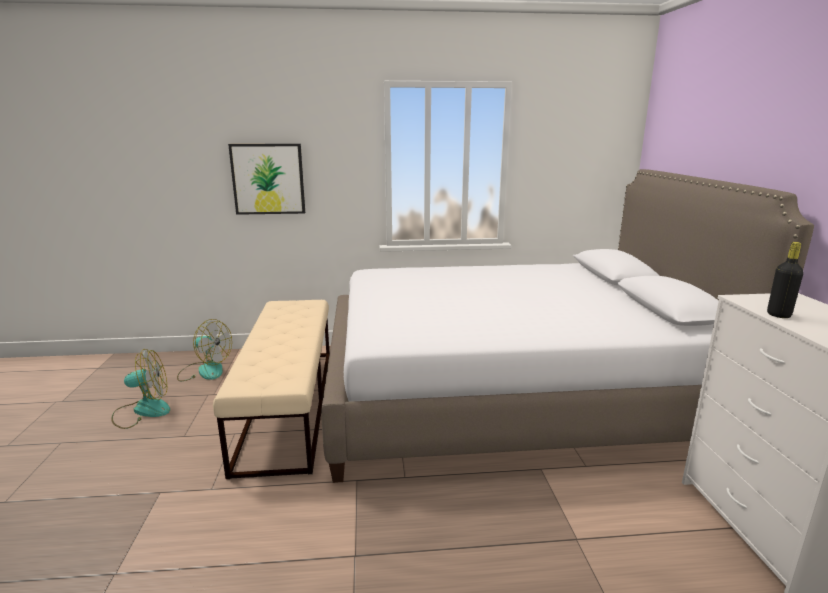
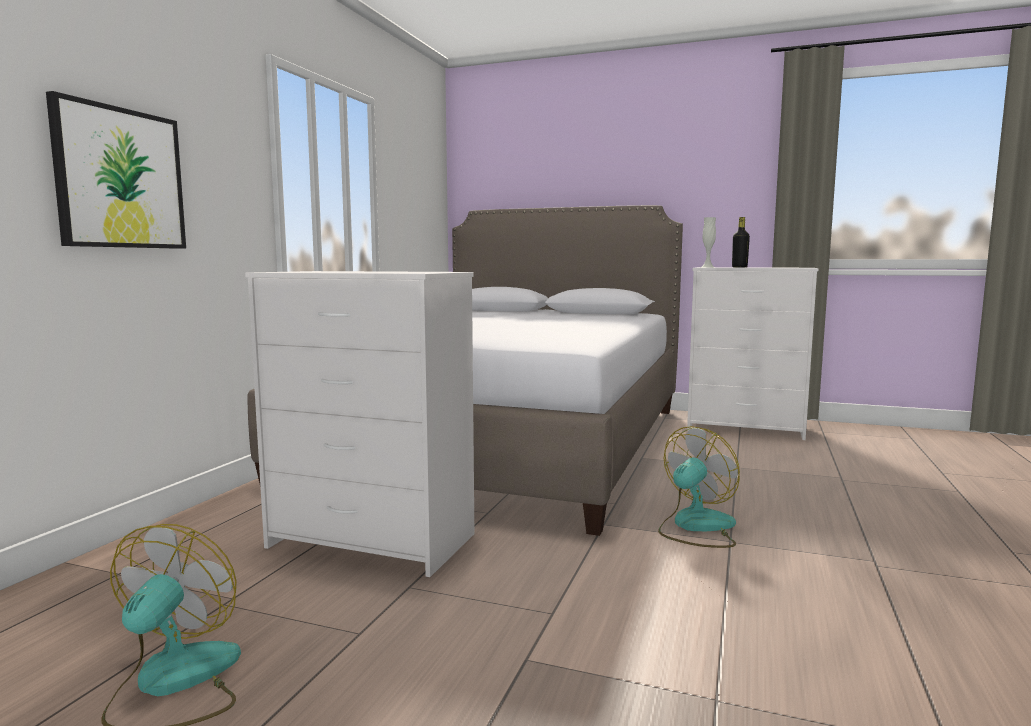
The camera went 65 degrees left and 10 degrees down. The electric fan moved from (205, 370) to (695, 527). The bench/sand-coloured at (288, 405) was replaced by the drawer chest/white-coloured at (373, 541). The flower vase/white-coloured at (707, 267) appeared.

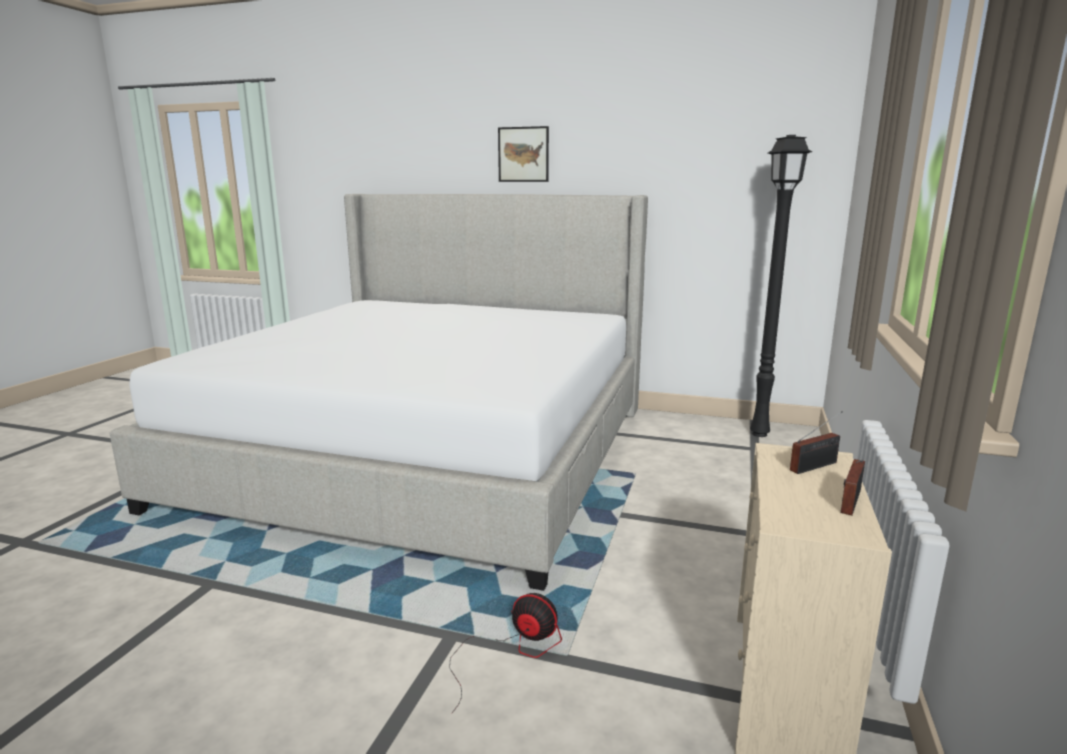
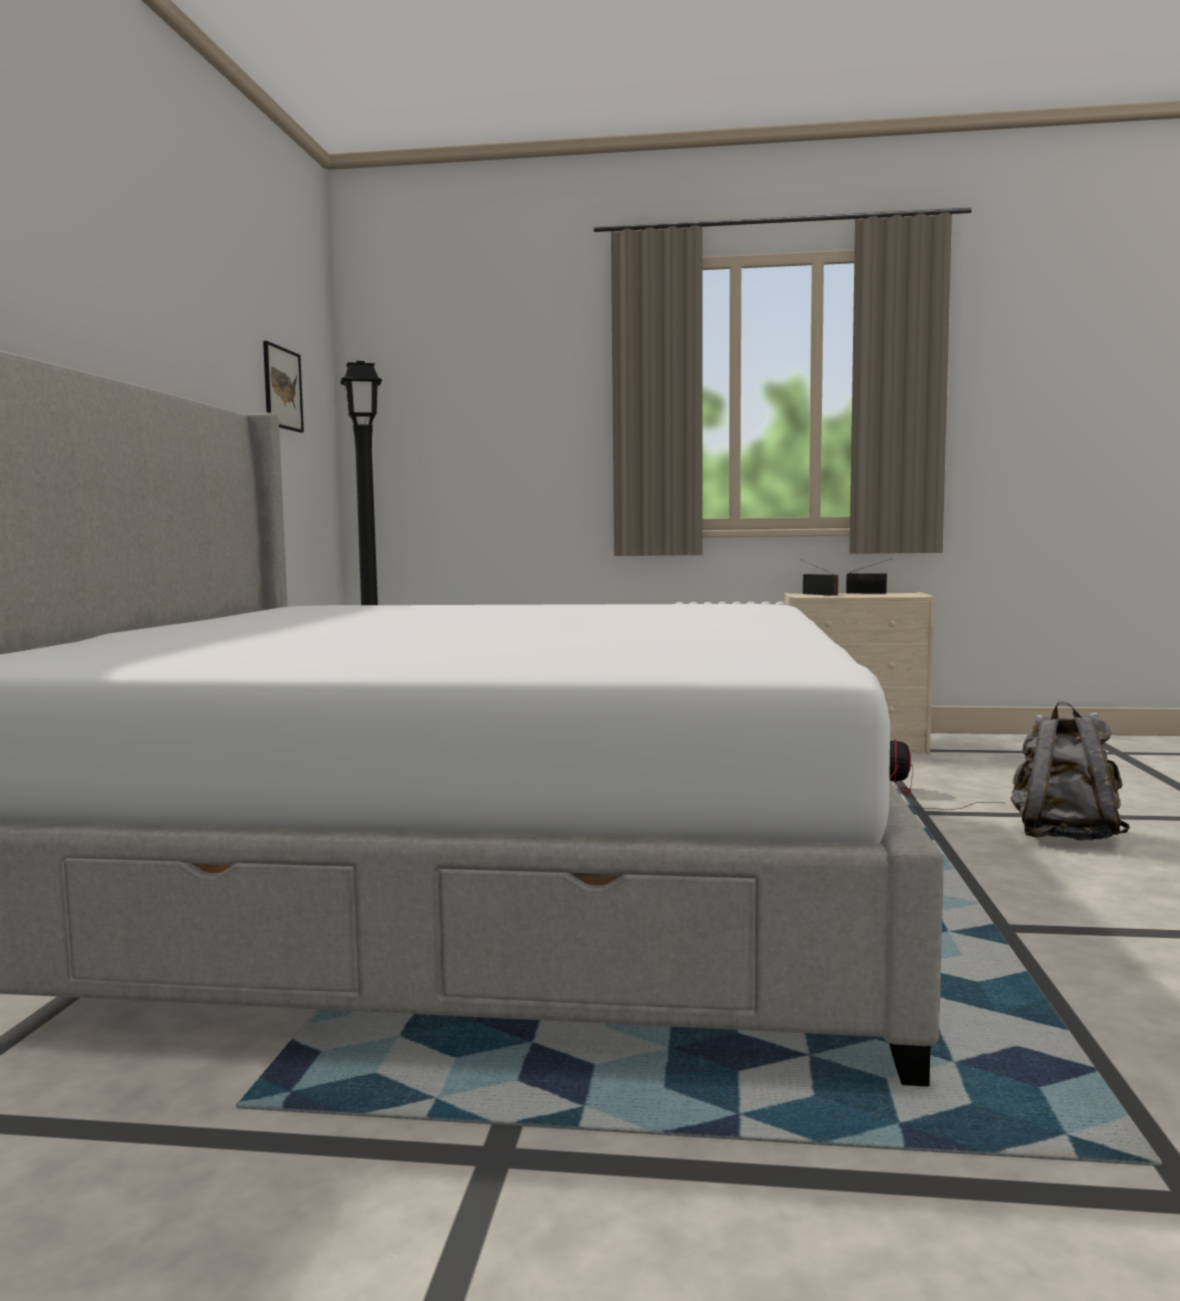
The camera went 100 degrees left and 10 degrees down. The picture moved from (523, 154) to (282, 388). The knapsack/gray at (1064, 836) appeared.

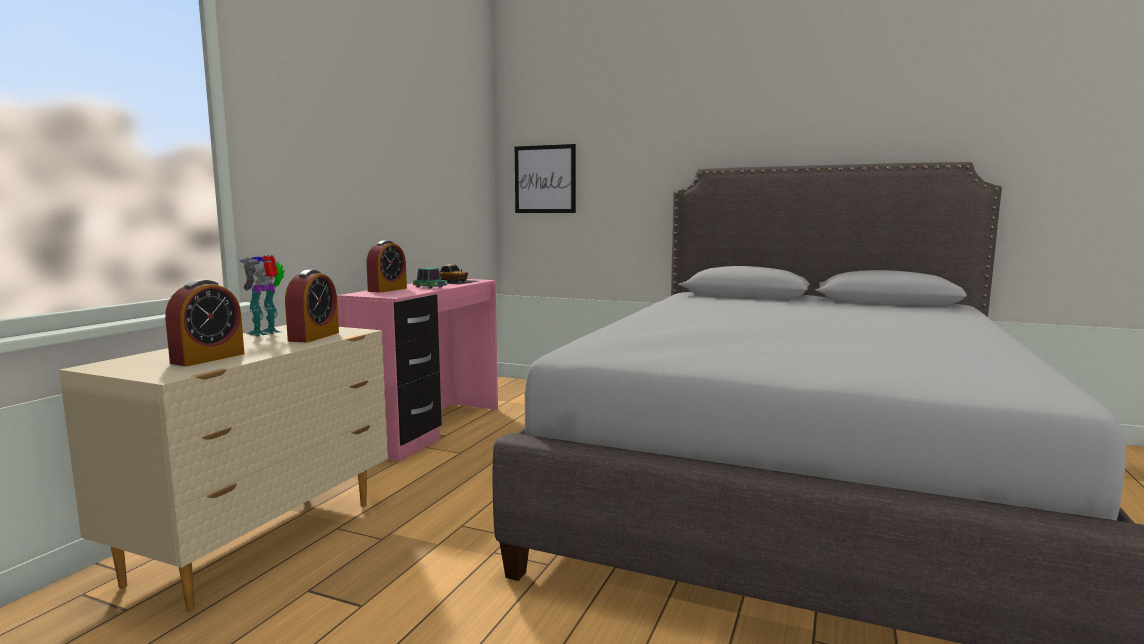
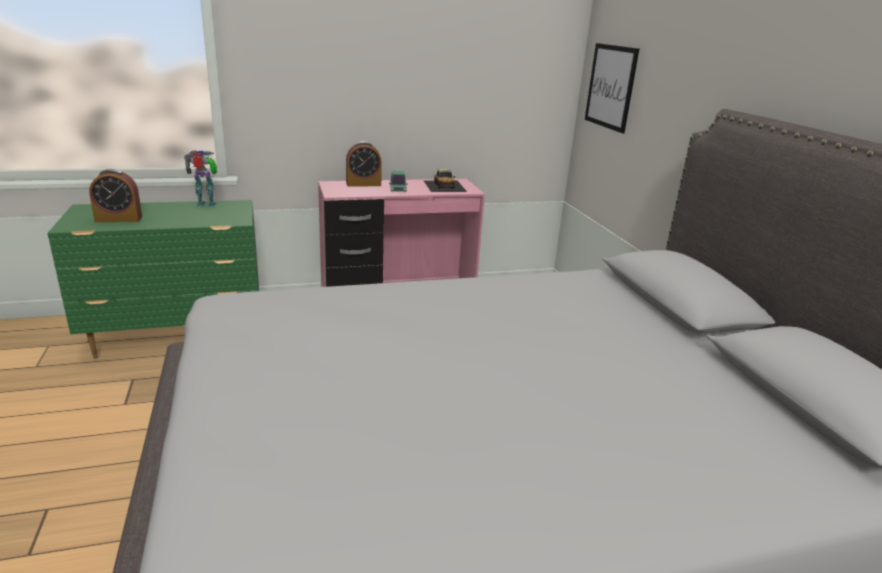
The camera went 50 degrees right and 15 degrees up. The drawer chest/sand-coloured at (262, 541) became the drawer chest/greenish at (179, 338). The table clock at (314, 336) disappeared.

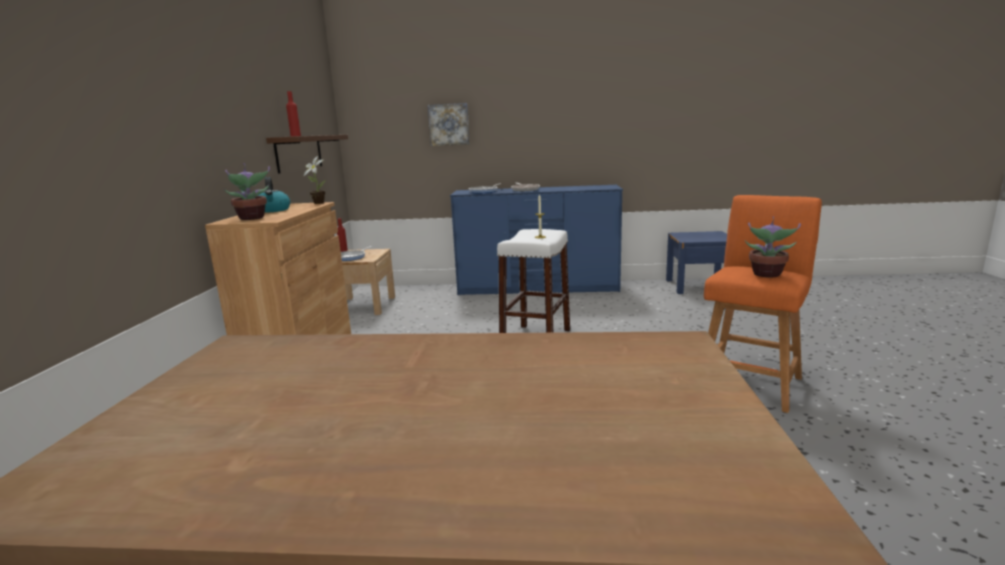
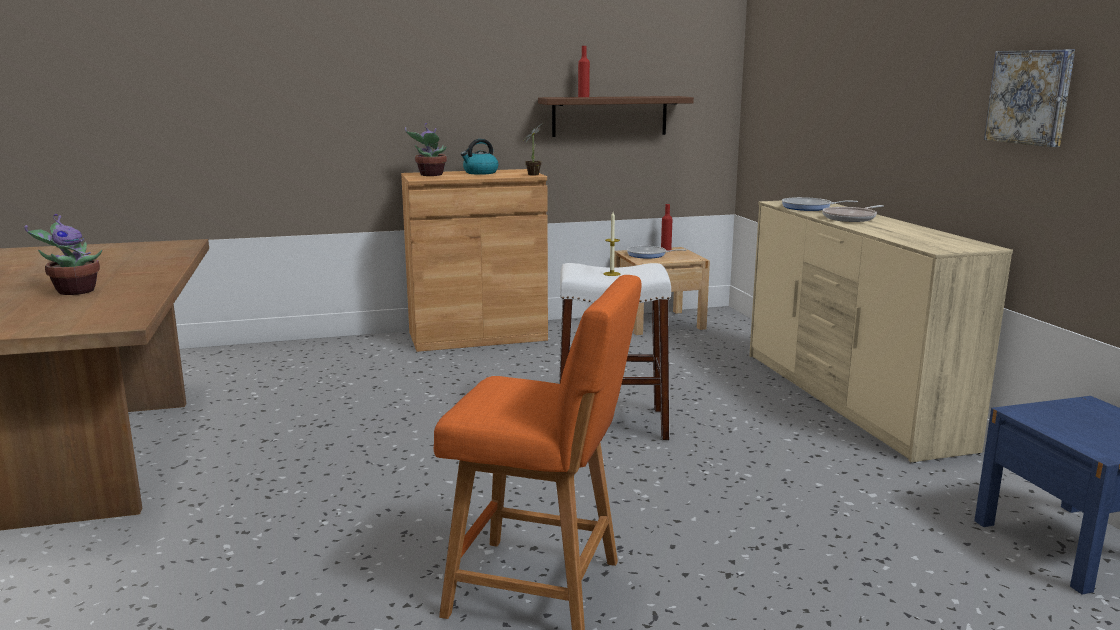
The camera went 70 degrees right and 0 degrees up. The picture moved from (449, 124) to (1031, 97). The drawer chest/bluish at (538, 288) became the drawer chest/sand-coloured at (848, 398). The houseplant moved from (766, 275) to (74, 291).

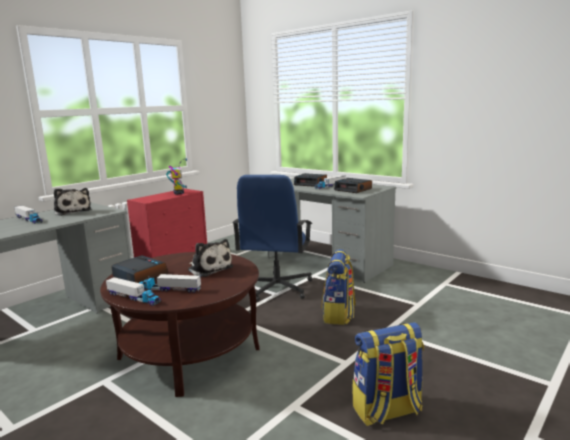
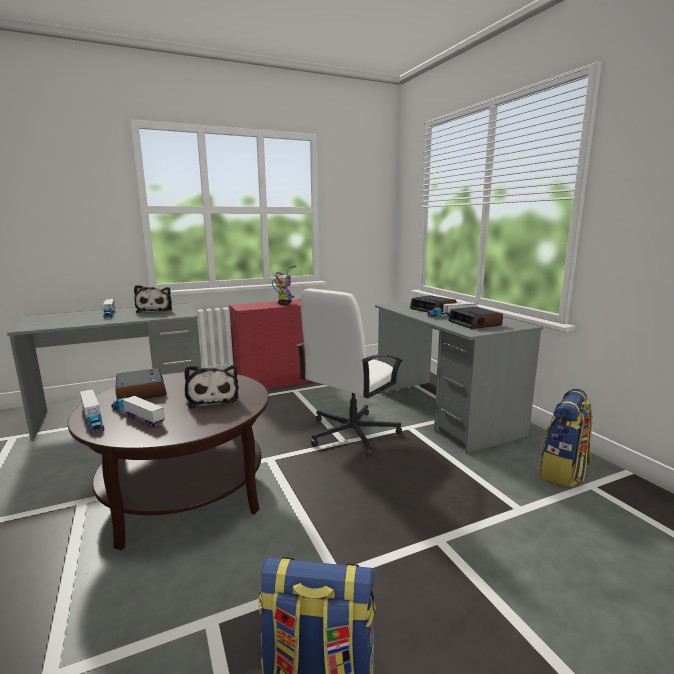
The camera went 25 degrees right and 0 degrees up. The computer chair/bluish at (276, 288) became the computer chair/white-coloured at (351, 433). The knapsack moved from (339, 315) to (563, 472).

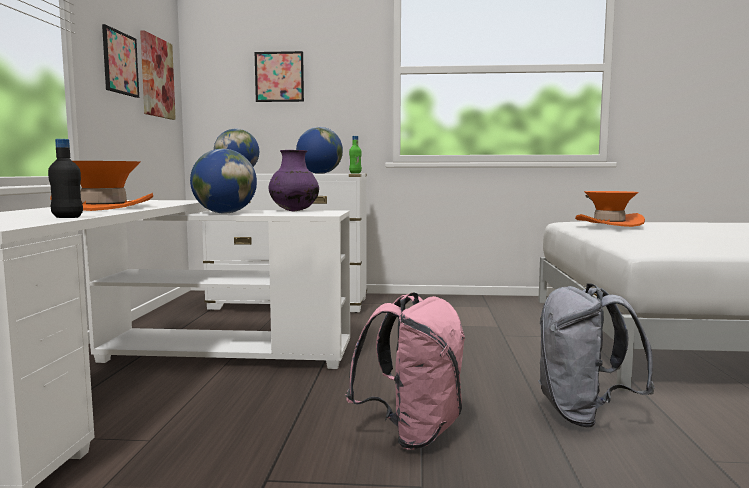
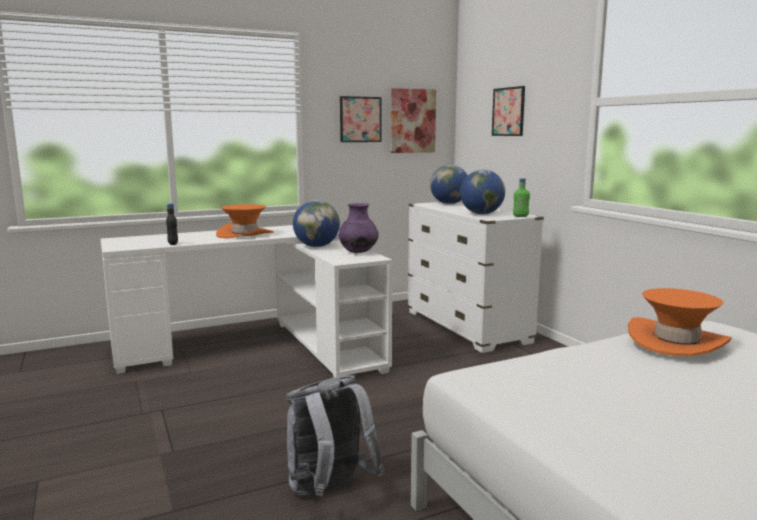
The camera went 60 degrees right and 5 degrees up. The knapsack/pink-coloured at (412, 433) disappeared.

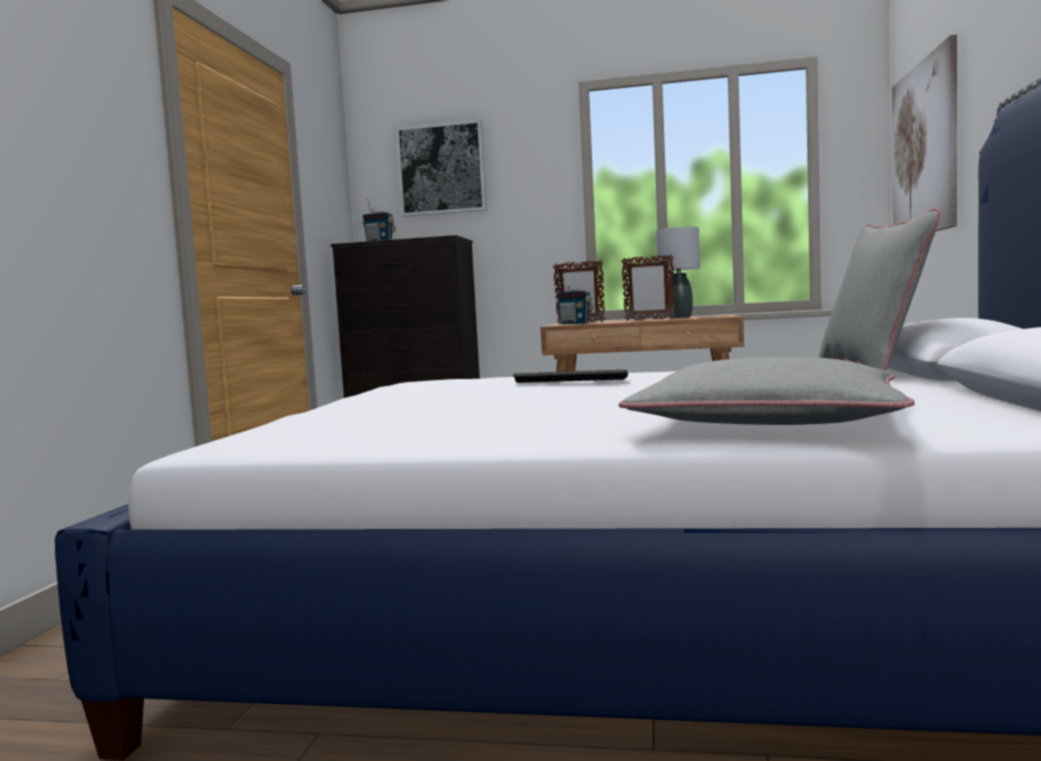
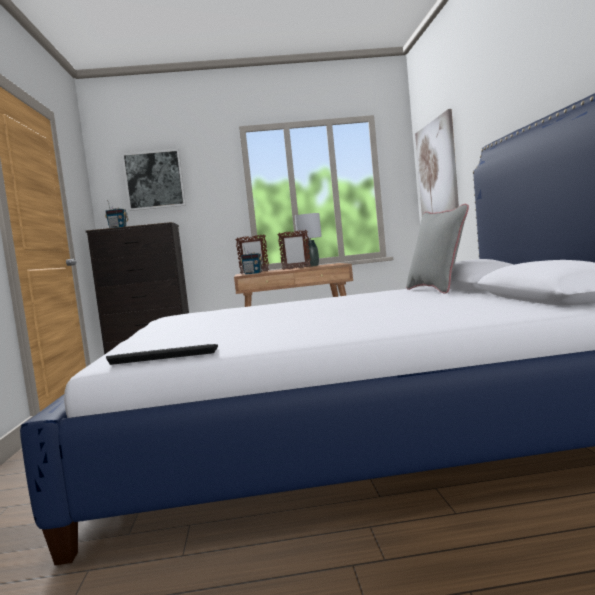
The camera went 15 degrees left and 0 degrees up. The PC keyboard moved from (572, 379) to (165, 355). The pillow/gray at (767, 420) disappeared.

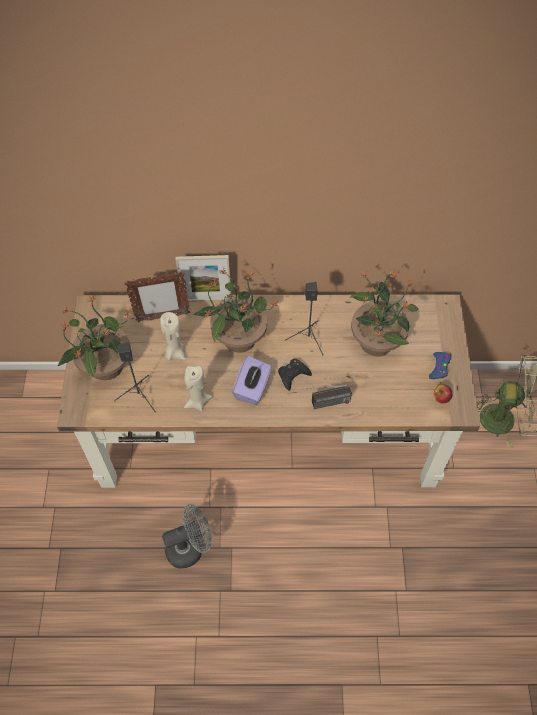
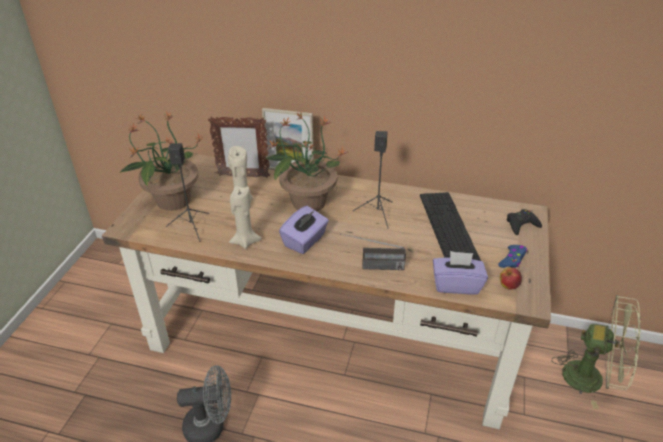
The camera went 15 degrees right and 20 degrees down. The gamepad/blackish moved from (293, 375) to (521, 224). The houseplant at (376, 341) was replaced by the PC keyboard at (448, 227). The box of tissues/purple at (456, 284) appeared.

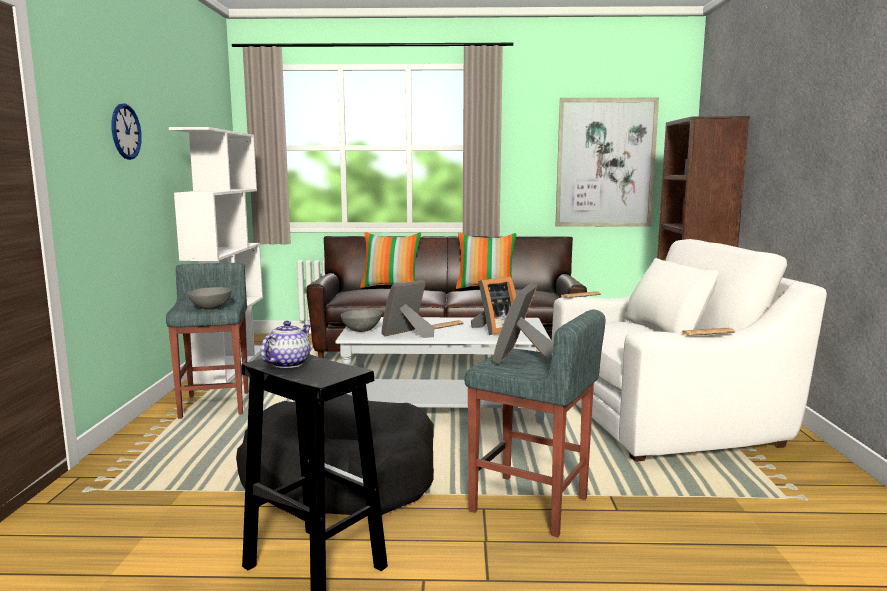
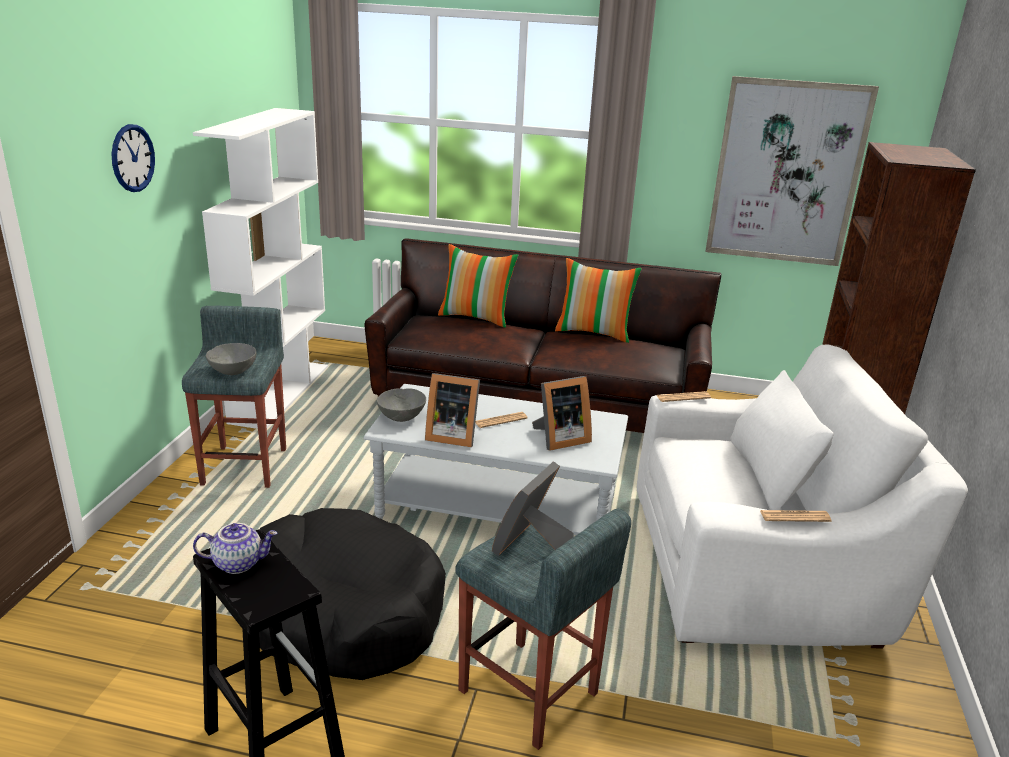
The camera went 10 degrees right and 15 degrees up. The pot for tea at (287, 364) turned 45 degrees clockwise. The standing frame at (408, 334) turned 135 degrees counterclockwise.

